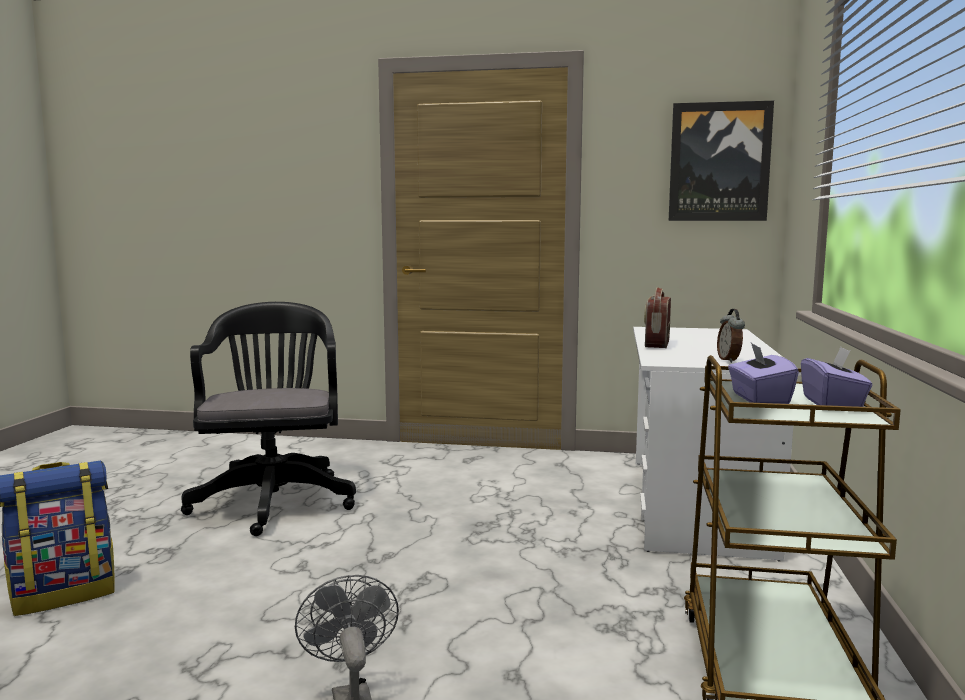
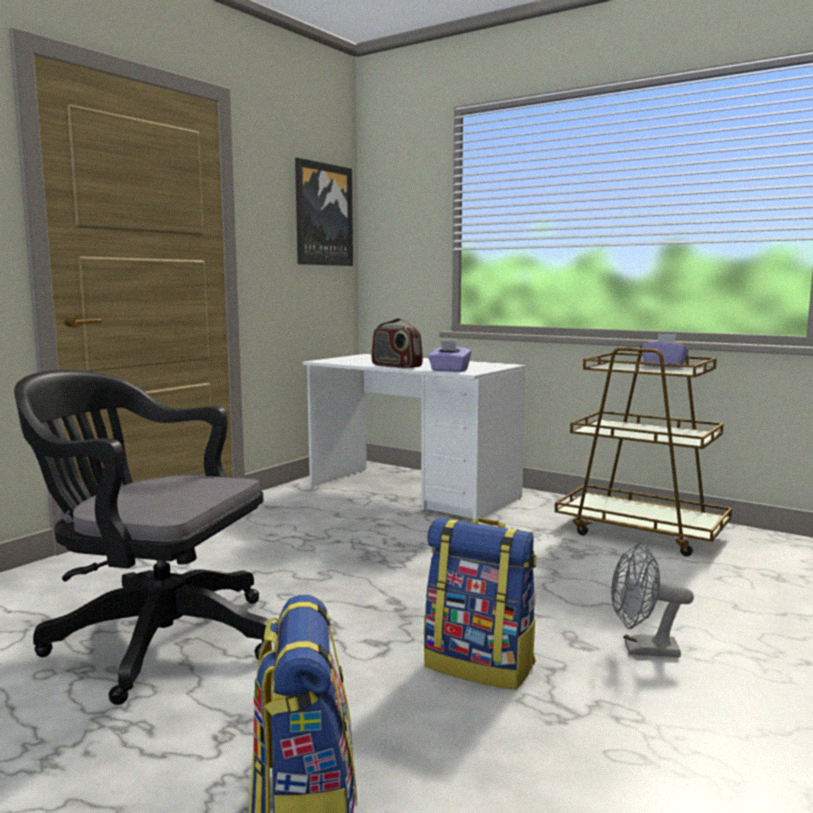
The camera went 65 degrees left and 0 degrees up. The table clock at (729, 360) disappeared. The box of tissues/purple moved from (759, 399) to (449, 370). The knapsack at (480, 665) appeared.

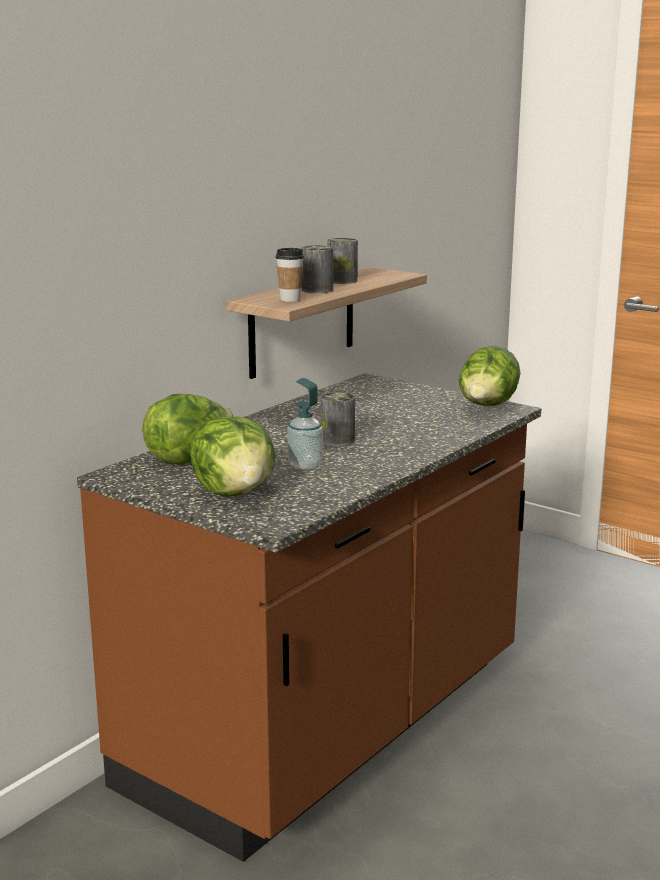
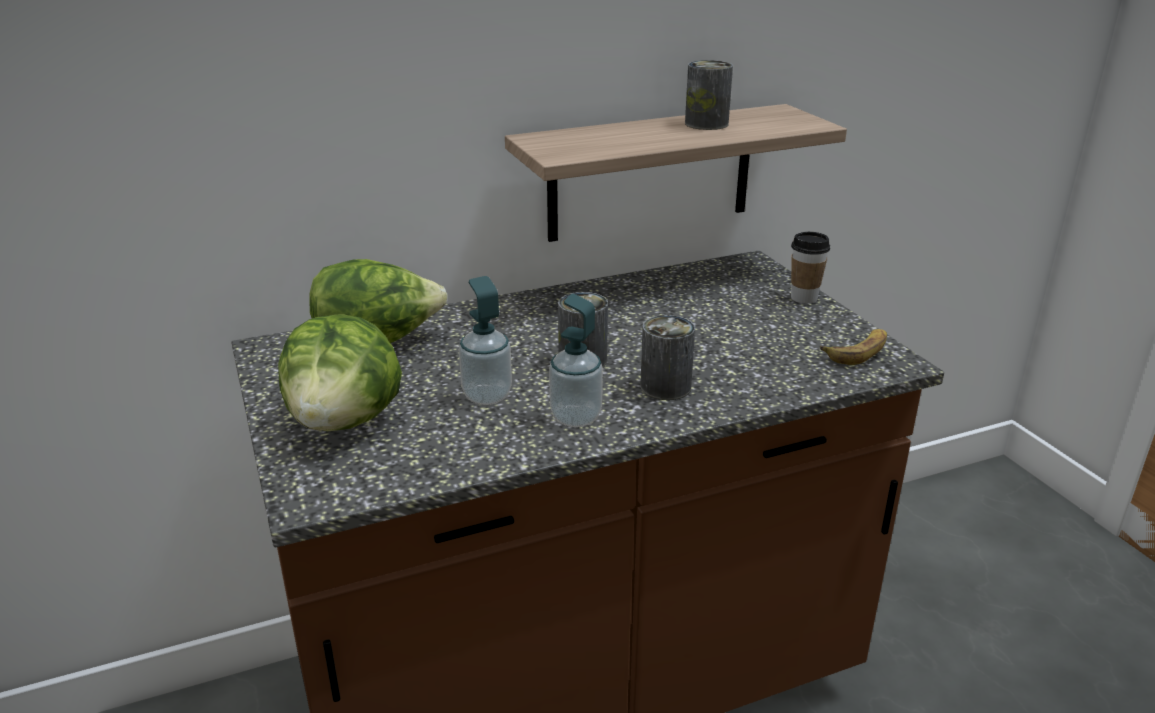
The camera went 30 degrees right and 10 degrees up. The cup moved from (290, 299) to (804, 298). The sealed can moved from (317, 290) to (665, 387). The lettuce at (487, 407) was replaced by the whole banana at (858, 351). The soap bottle at (575, 417) appeared.

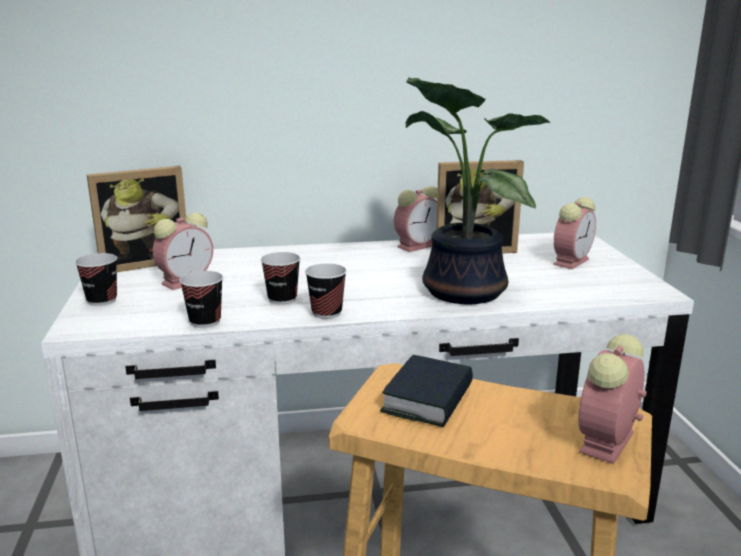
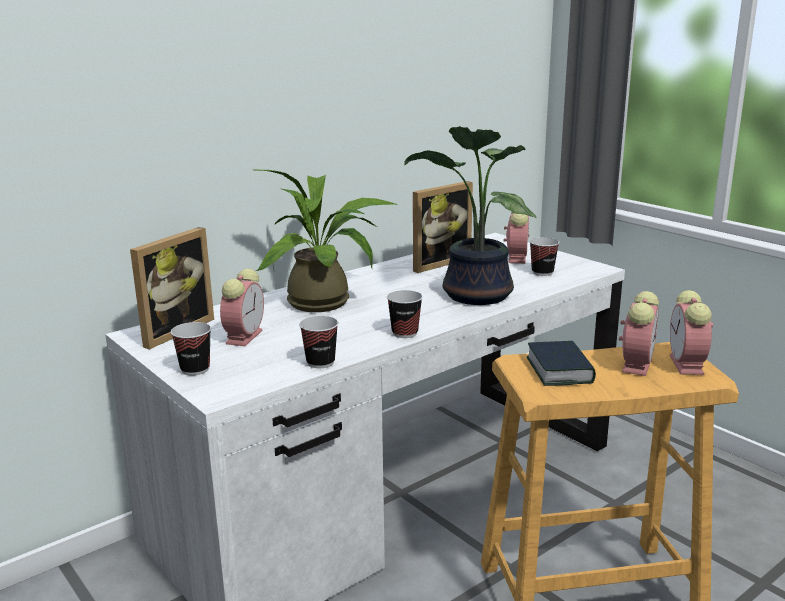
The camera went 30 degrees left and 0 degrees up. The cup moved from (282, 299) to (542, 272). The table clock moved from (418, 245) to (636, 364). The houseplant at (327, 302) appeared.

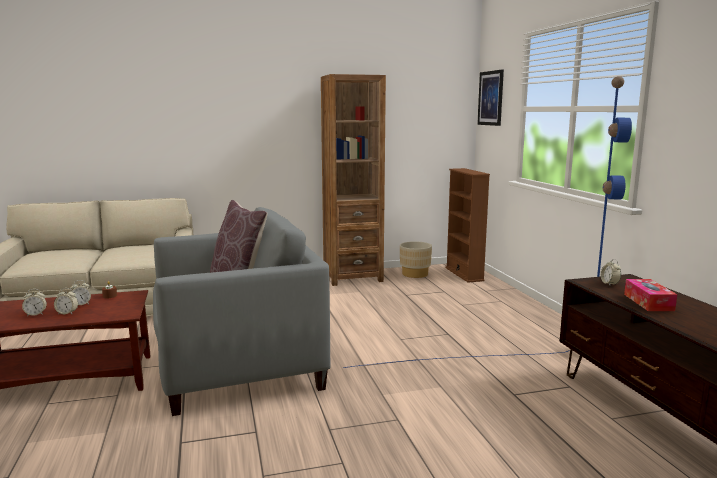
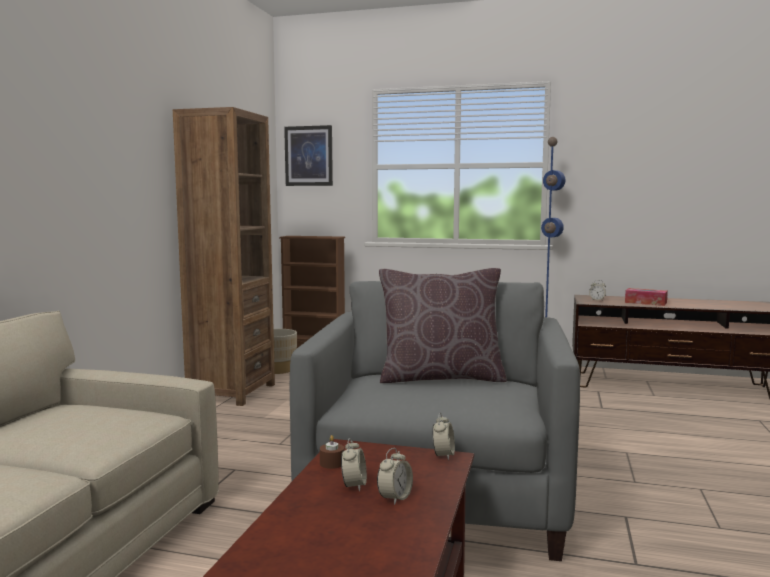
The camera went 60 degrees left and 5 degrees down. The table clock moved from (36, 314) to (443, 455).

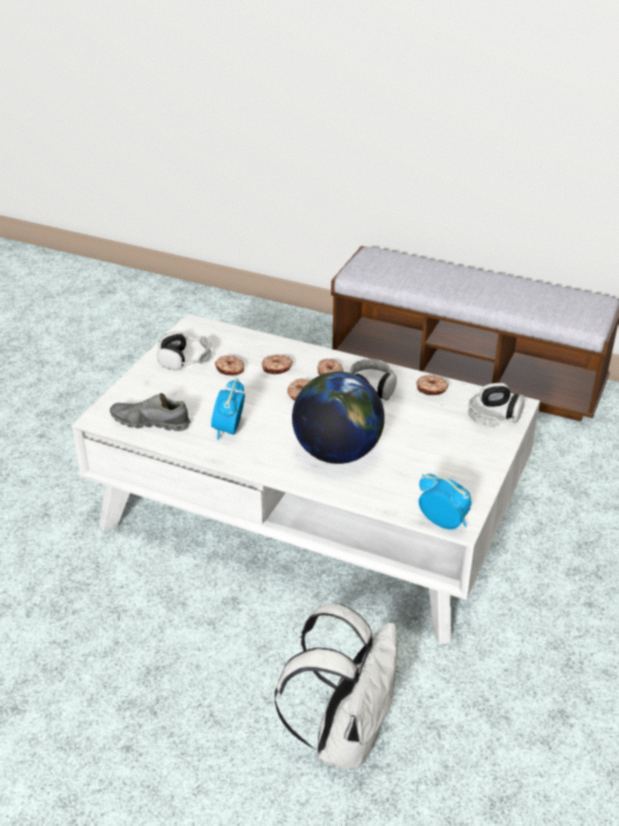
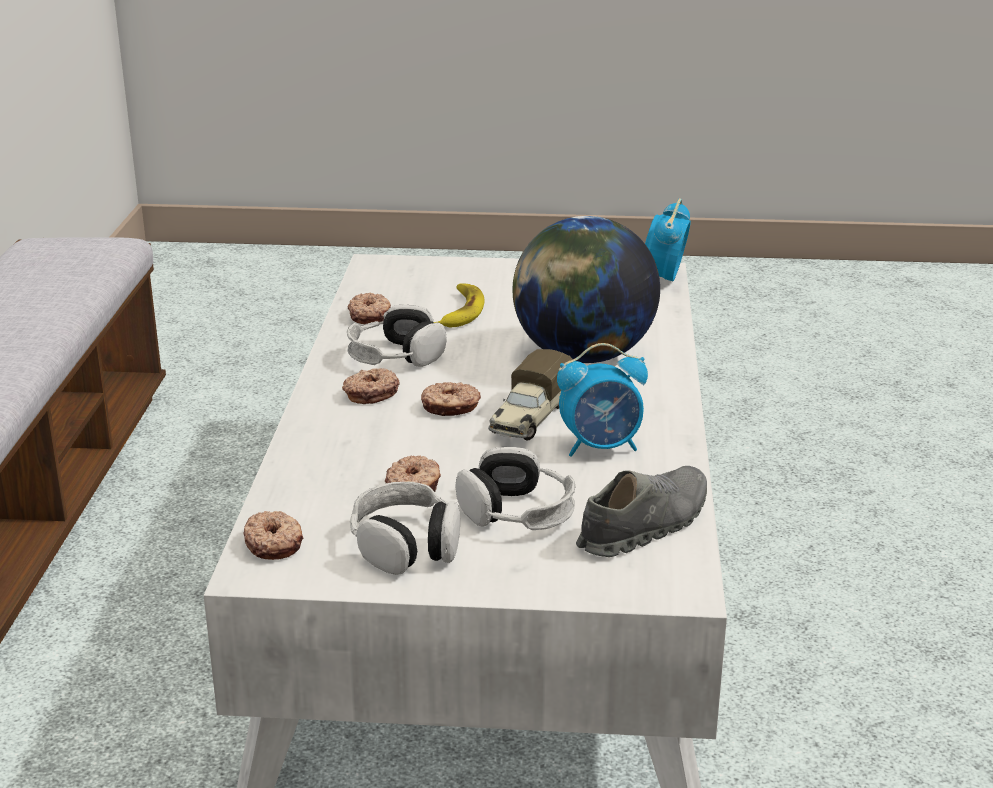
The camera went 110 degrees left and 10 degrees down. The item of footwear/gray at (150, 422) turned 120 degrees counterclockwise. The ring doughnut moved from (277, 368) to (274, 544). The knapsack/white-coloured at (345, 736) disappeared. The pair of headphones moved from (494, 416) to (517, 512). The whole banana at (459, 312) appeared. The model truck at (529, 419) appeared.

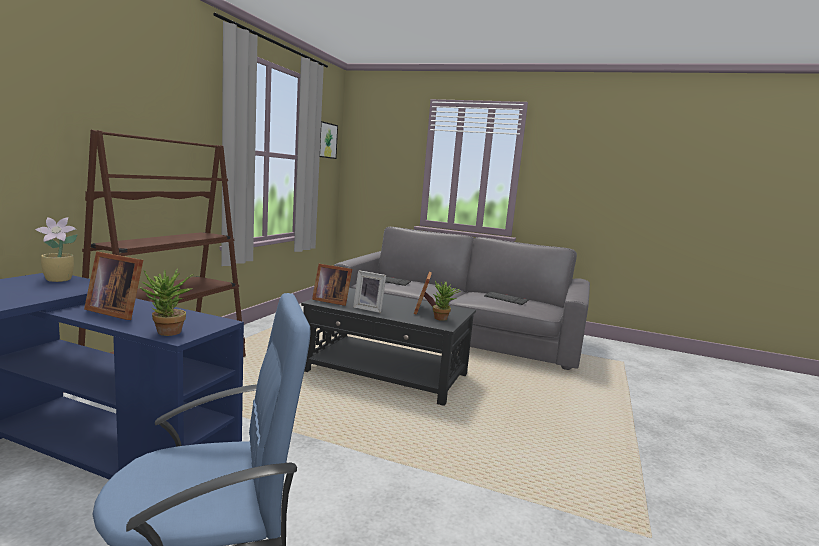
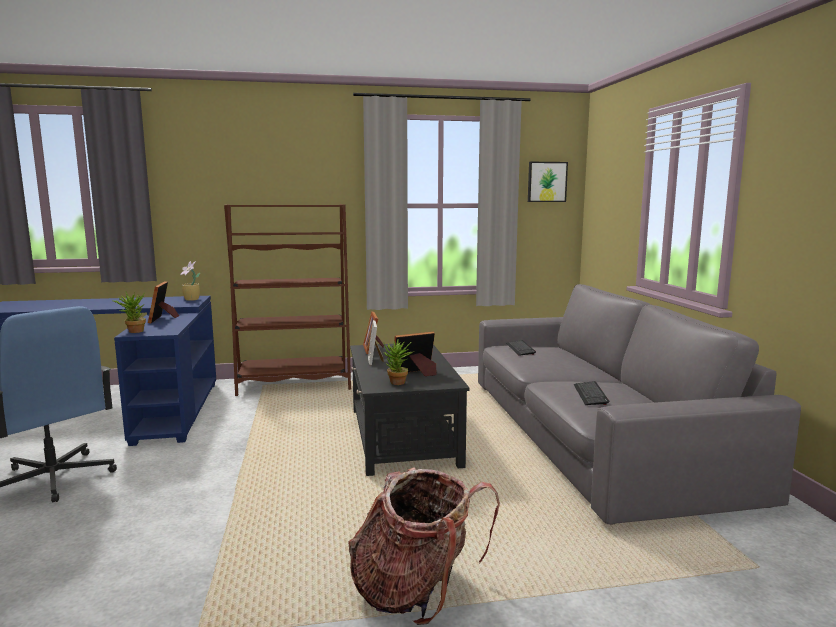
The camera went 60 degrees right and 0 degrees up. The knapsack at (417, 591) appeared.

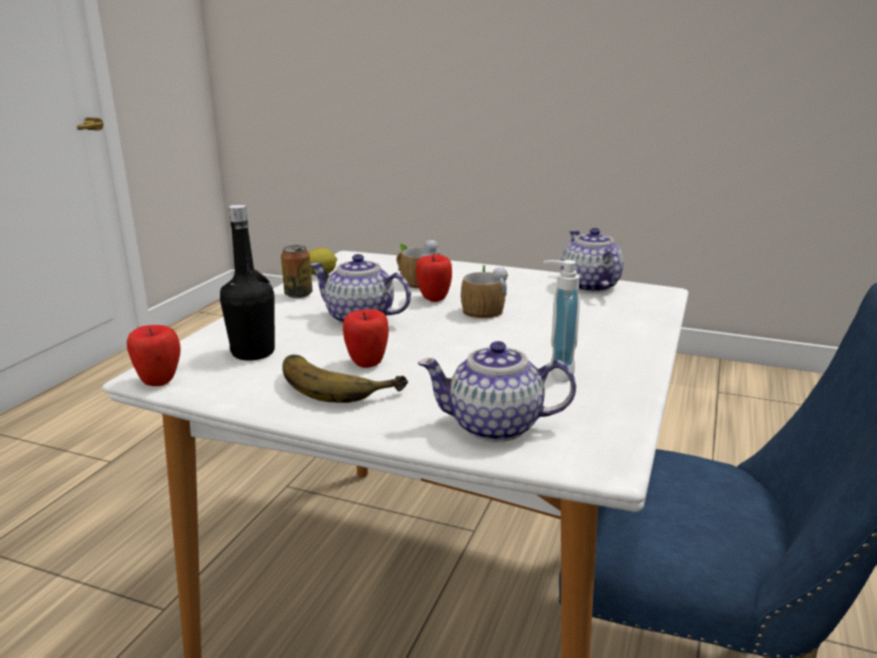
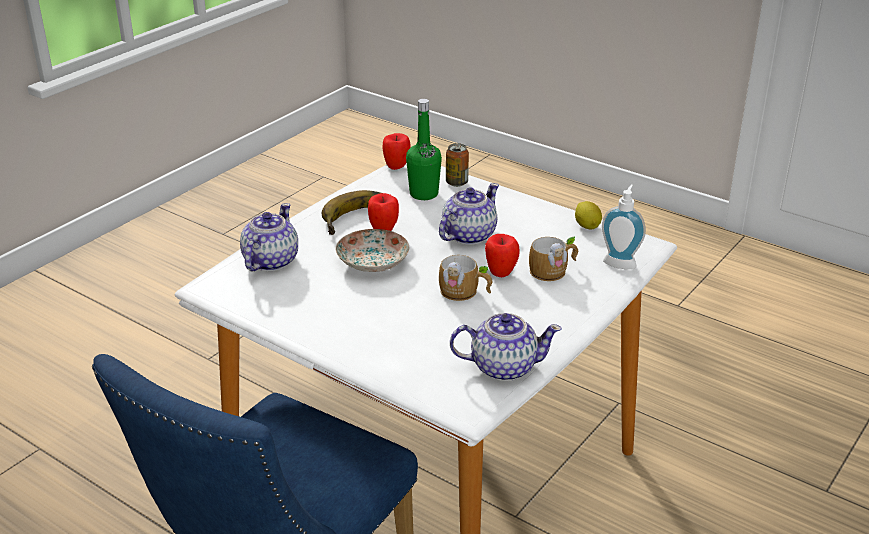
The camera went 105 degrees right and 10 degrees up. The beverage bottle/blackish at (253, 352) became the beverage bottle/greenish at (424, 194). The sealed can moved from (298, 295) to (456, 182). The soap bottle moved from (556, 371) to (620, 262). The flat dish at (374, 262) appeared.

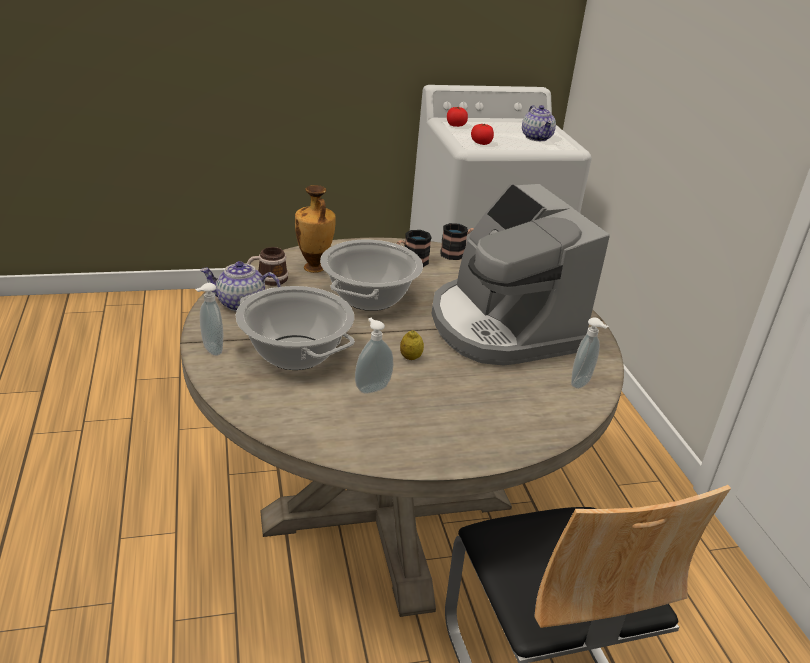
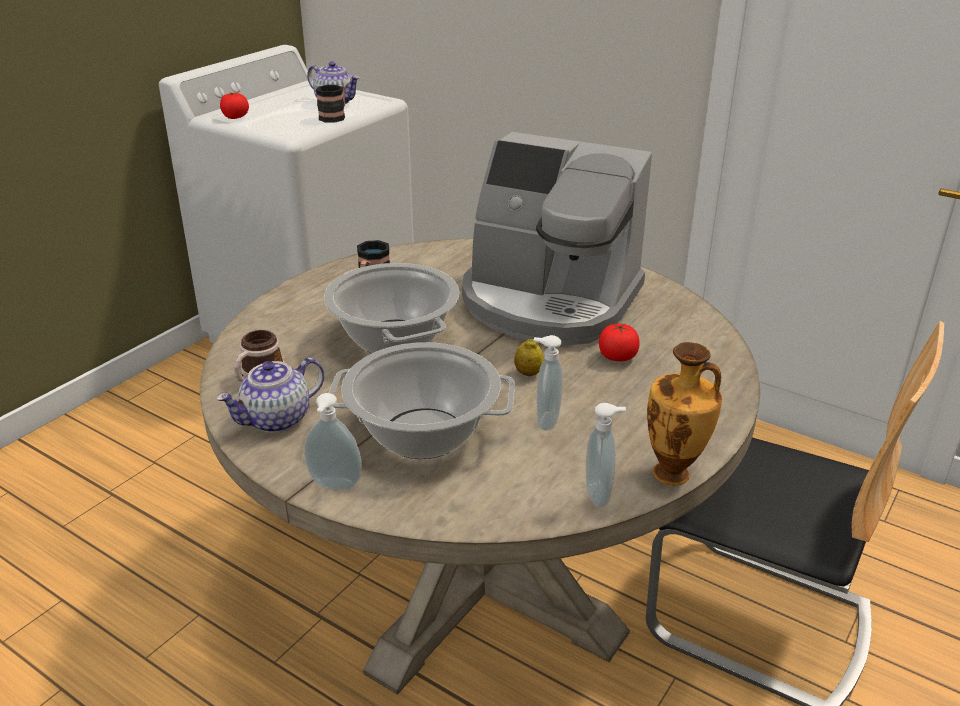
The camera went 40 degrees left and 0 degrees up. The flower vase moved from (314, 268) to (674, 475). The tea mug moved from (457, 253) to (335, 116). The tomato moved from (481, 143) to (617, 357). The soap bottle moved from (582, 383) to (600, 495).

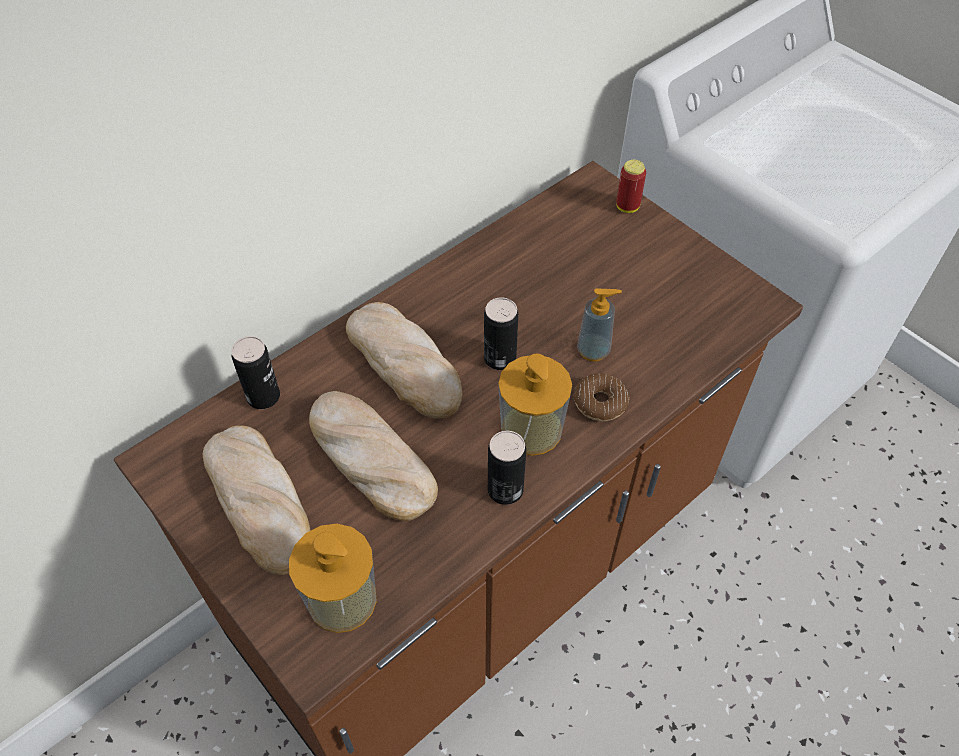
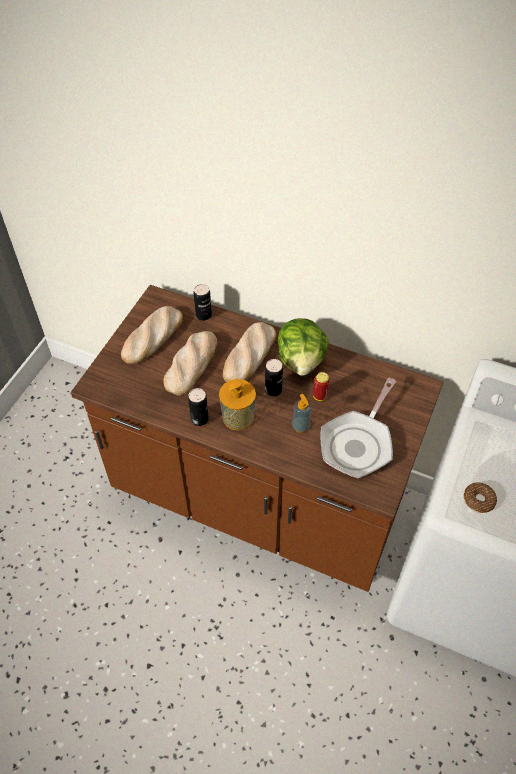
The camera went 65 degrees right and 0 degrees up. The soap bottle at (342, 599) disappeared. The ring doughnut moved from (600, 403) to (478, 500). The sealed can moved from (627, 207) to (320, 396). The lettuce at (301, 361) appeared. The pan at (358, 443) appeared.

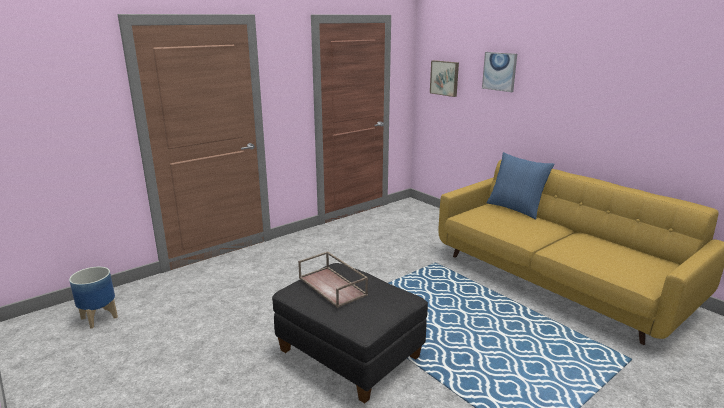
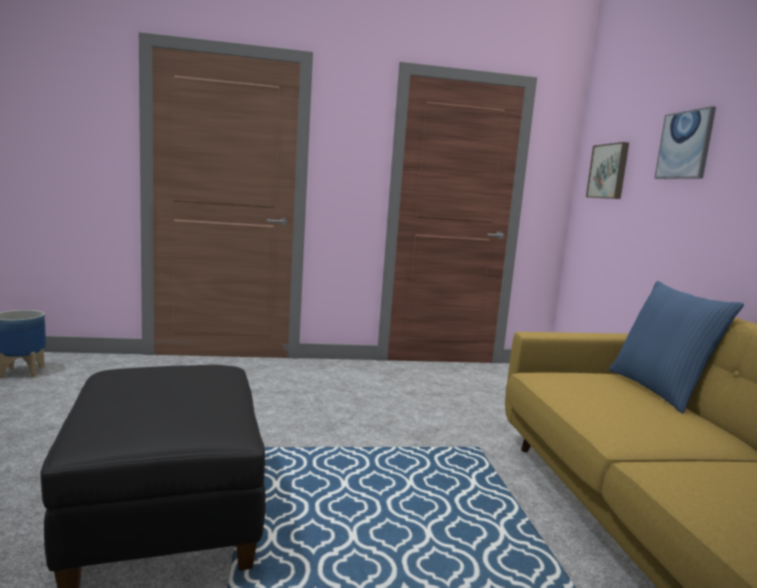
The camera went 30 degrees right and 10 degrees down. The serving tray/brown at (333, 286) disappeared.

